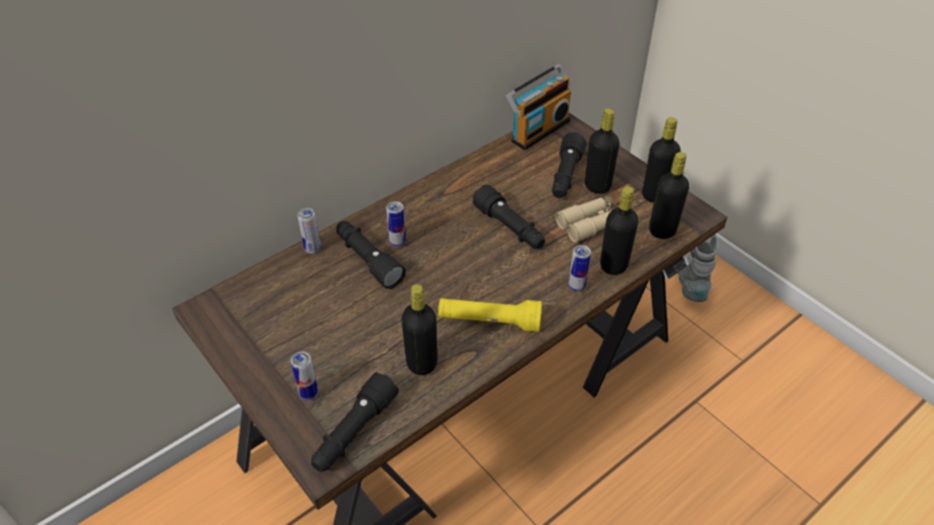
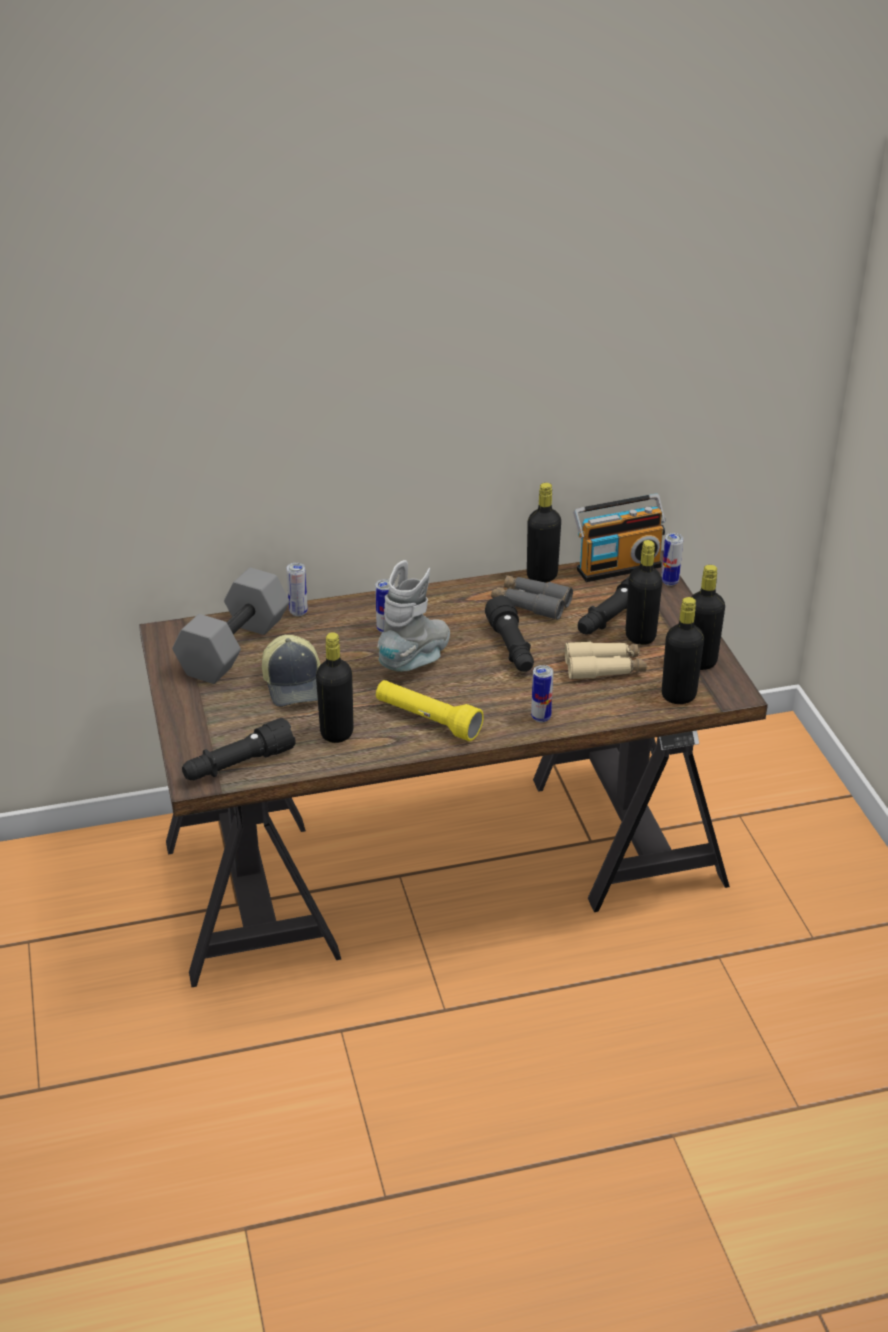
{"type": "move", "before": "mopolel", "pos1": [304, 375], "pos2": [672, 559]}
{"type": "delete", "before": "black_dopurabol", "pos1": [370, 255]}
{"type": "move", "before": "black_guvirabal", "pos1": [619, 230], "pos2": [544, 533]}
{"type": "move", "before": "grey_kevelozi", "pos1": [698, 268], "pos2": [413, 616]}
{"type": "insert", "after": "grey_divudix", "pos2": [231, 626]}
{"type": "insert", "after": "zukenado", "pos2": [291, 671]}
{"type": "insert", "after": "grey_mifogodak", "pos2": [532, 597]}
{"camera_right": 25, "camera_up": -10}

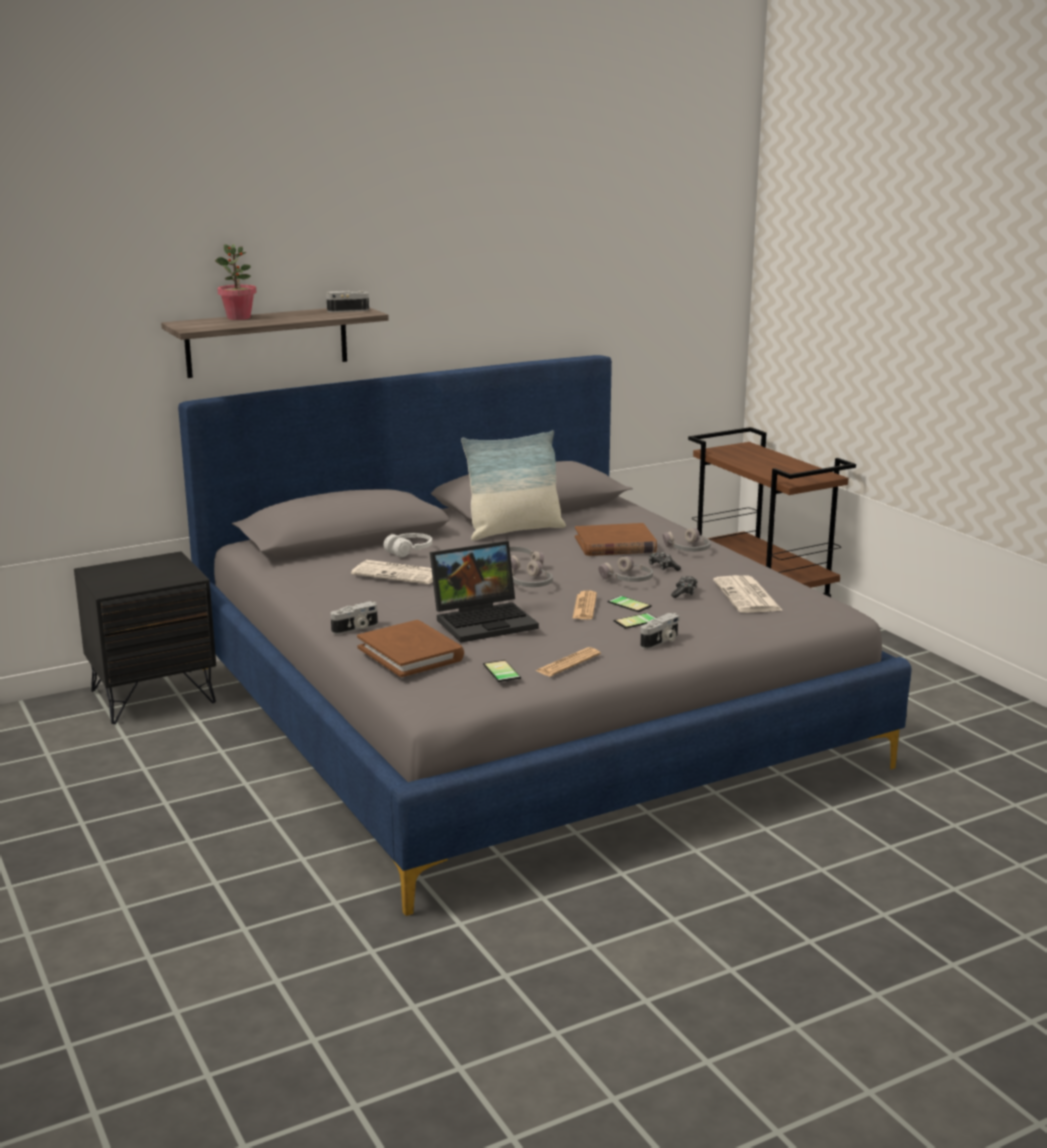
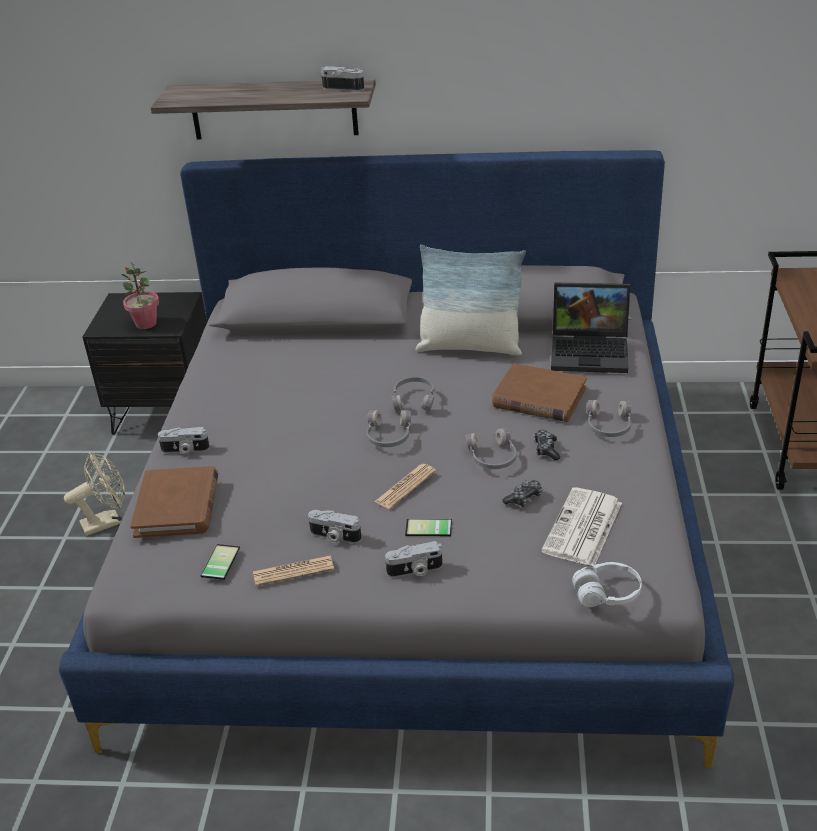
{"type": "move", "before": "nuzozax", "pos1": [236, 282], "pos2": [140, 295]}
{"type": "delete", "before": "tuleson", "pos1": [392, 572]}
{"type": "move", "before": "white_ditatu", "pos1": [407, 545], "pos2": [607, 584]}
{"type": "move", "before": "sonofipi", "pos1": [484, 592], "pos2": [590, 328]}
{"type": "delete", "before": "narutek", "pos1": [629, 604]}
{"type": "insert", "after": "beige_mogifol", "pos2": [94, 494]}
{"type": "insert", "after": "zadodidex", "pos2": [335, 526]}
{"camera_right": 35, "camera_up": 15}

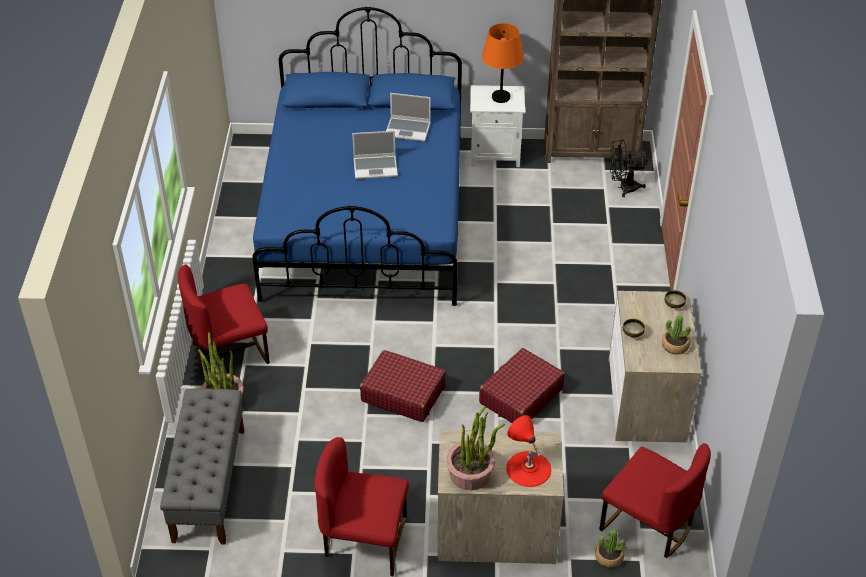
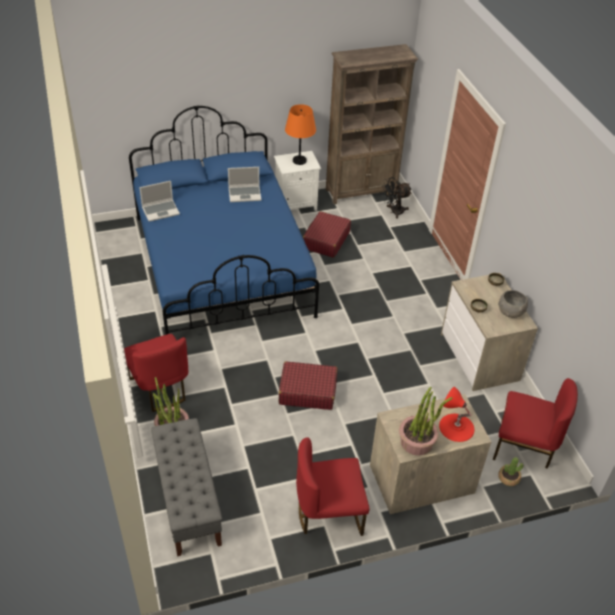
{"type": "rotate", "before": "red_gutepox", "pos1": [224, 319], "pos2": [156, 373], "turn": -75}
{"type": "move", "before": "sonofipi", "pos1": [375, 155], "pos2": [159, 201]}
{"type": "move", "before": "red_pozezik", "pos1": [522, 385], "pos2": [327, 234]}
{"type": "replace", "before": "nuzozax", "after": "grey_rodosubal", "pos1": [676, 335], "pos2": [513, 304]}
{"camera_right": -20, "camera_up": 0}

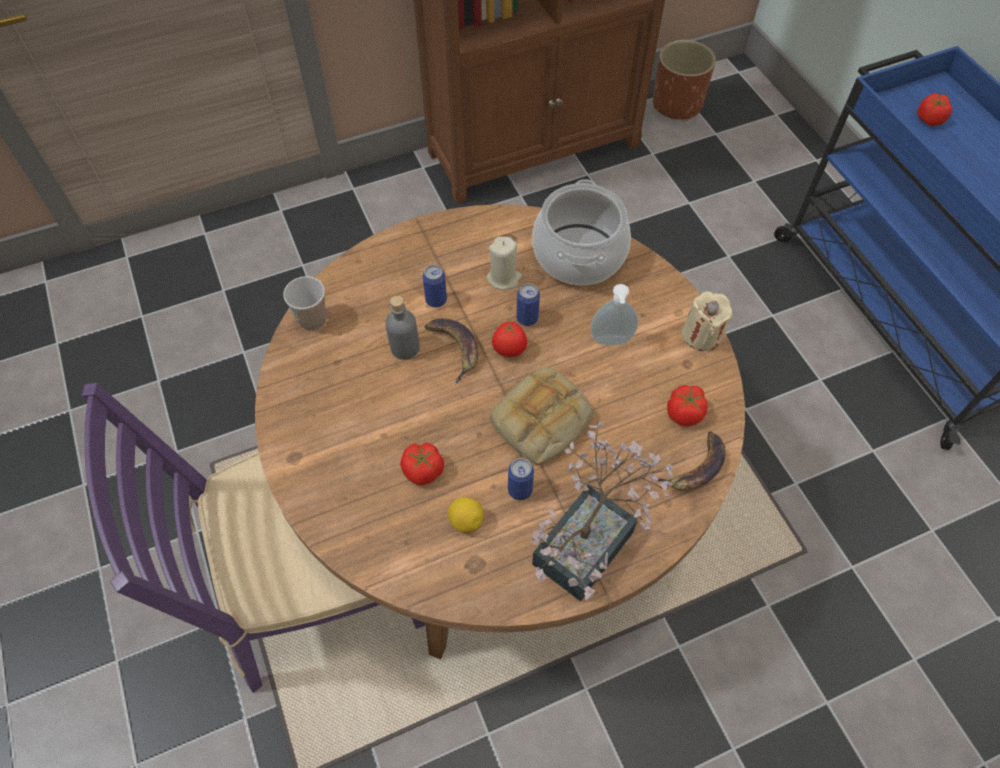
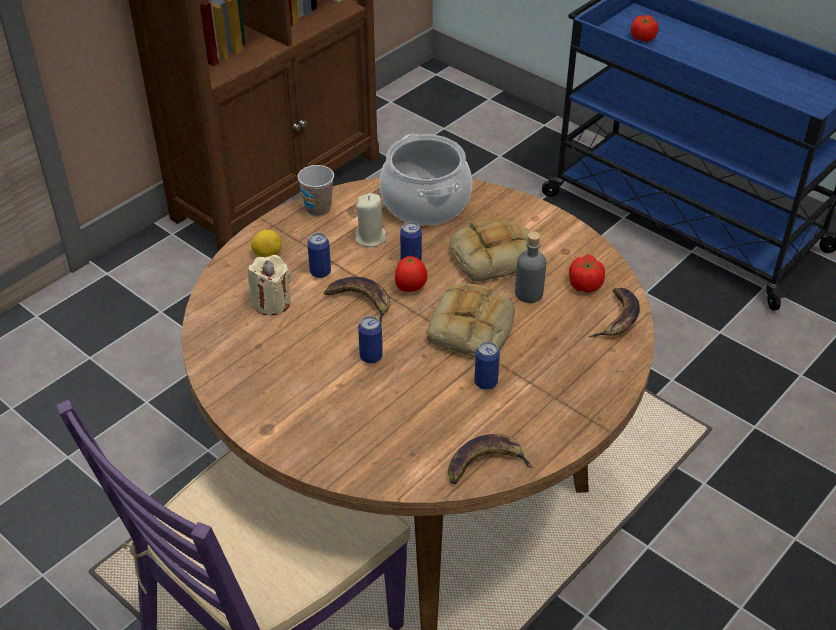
{"type": "move", "before": "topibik", "pos1": [304, 303], "pos2": [316, 191]}
{"type": "move", "before": "grey_guvirabal", "pos1": [402, 328], "pos2": [530, 267]}
{"type": "delete", "before": "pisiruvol", "pos1": [422, 463]}
{"type": "move", "before": "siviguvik", "pos1": [466, 515], "pos2": [266, 243]}
{"type": "delete", "before": "nuzozax", "pos1": [602, 511]}
{"type": "replace", "before": "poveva", "after": "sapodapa", "pos1": [614, 315], "pos2": [490, 250]}
{"type": "delete", "before": "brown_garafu", "pos1": [684, 80]}
{"type": "move", "before": "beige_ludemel", "pos1": [707, 321], "pos2": [269, 285]}
{"type": "insert", "after": "mopolel", "pos2": [370, 340]}
{"type": "insert", "after": "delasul", "pos2": [491, 459]}
{"camera_right": -25, "camera_up": -15}

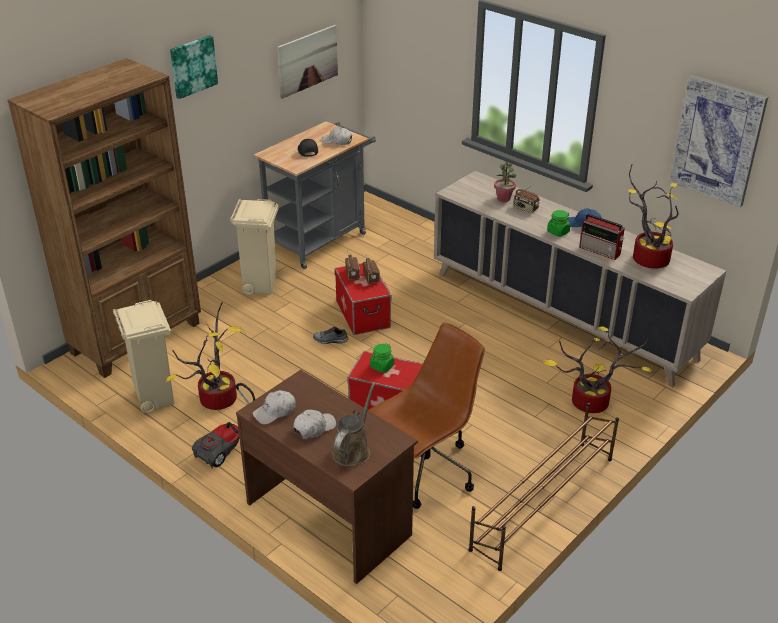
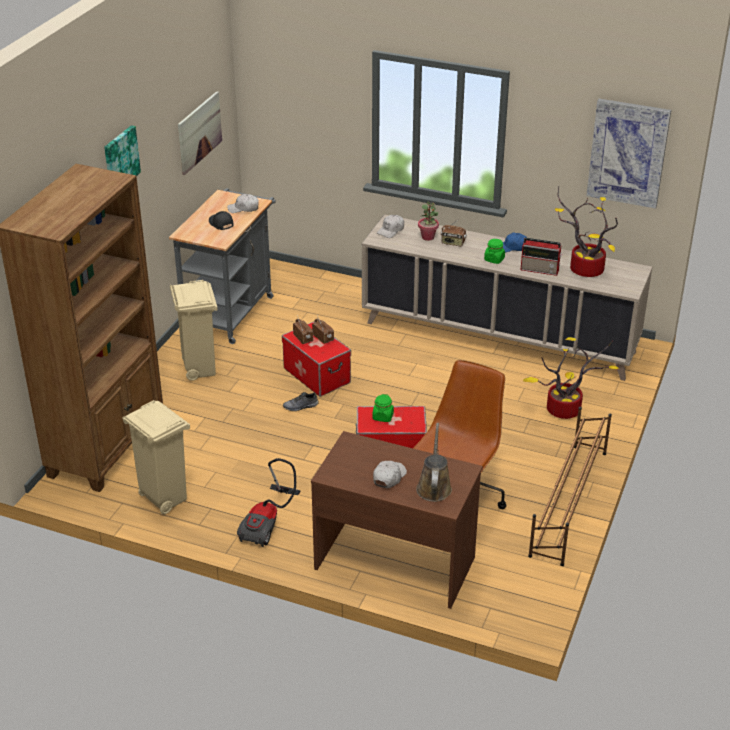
{"type": "delete", "before": "nuzozax", "pos1": [205, 356]}
{"type": "move", "before": "white_zukenado", "pos1": [274, 407], "pos2": [390, 226]}
{"camera_right": -20, "camera_up": 0}

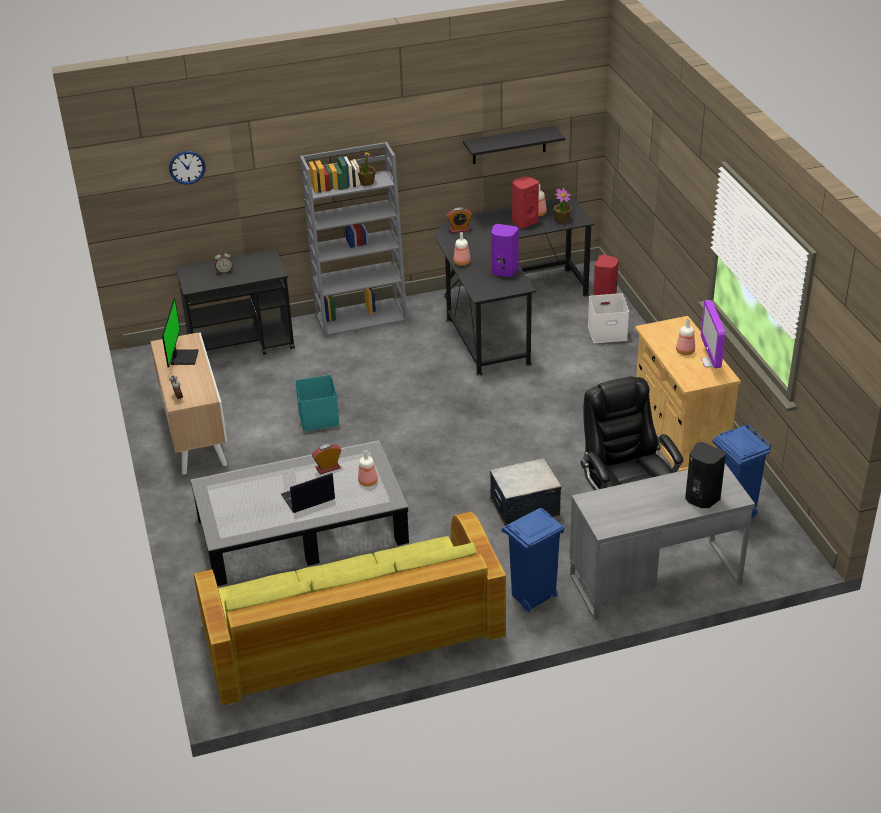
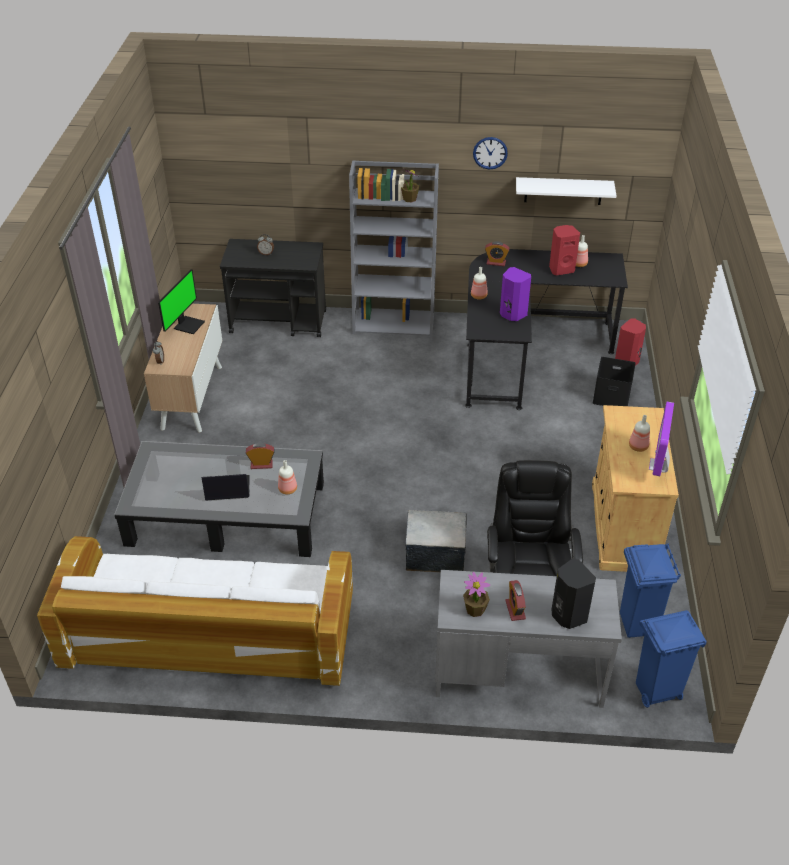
{"type": "move", "before": "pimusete", "pos1": [187, 167], "pos2": [490, 153]}
{"type": "recolor", "before": "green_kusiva", "after": "white_kusiva", "pos1": [350, 609], "pos2": [195, 611]}
{"type": "delete", "before": "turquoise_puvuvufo", "pos1": [317, 403]}
{"type": "recolor", "before": "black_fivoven", "after": "white_fivoven", "pos1": [514, 145], "pos2": [566, 191]}
{"type": "move", "before": "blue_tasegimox", "pos1": [533, 560], "pos2": [671, 659]}
{"type": "move", "before": "nuzozax", "pos1": [562, 205], "pos2": [476, 594]}
{"type": "recolor", "before": "white_puvuvufo", "after": "black_puvuvufo", "pos1": [608, 318], "pos2": [614, 381]}
{"type": "insert", "after": "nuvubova", "pos2": [515, 600]}
{"camera_right": 20, "camera_up": 5}

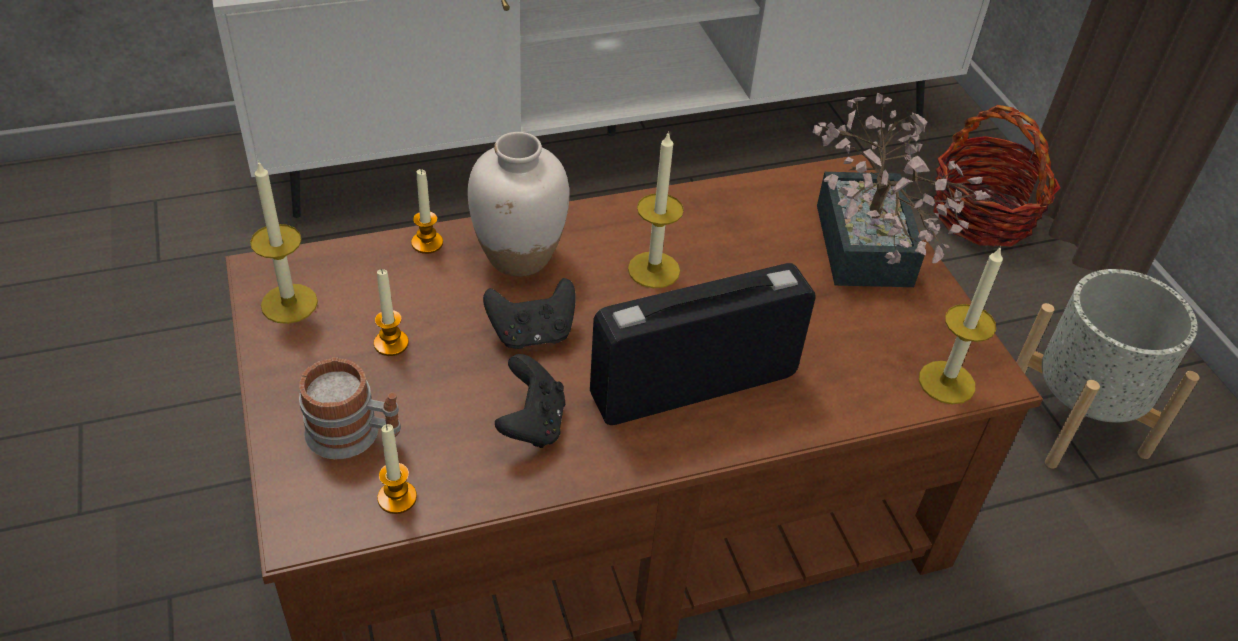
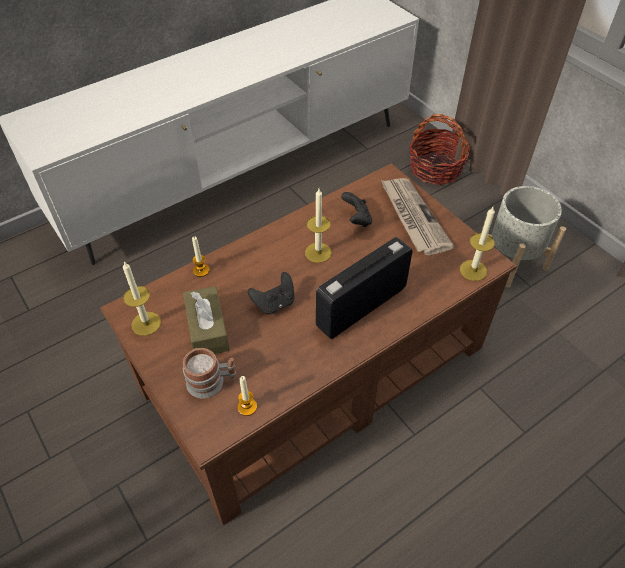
{"type": "replace", "before": "ludemel", "after": "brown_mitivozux", "pos1": [391, 312], "pos2": [206, 320]}
{"type": "delete", "before": "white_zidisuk", "pos1": [518, 204]}
{"type": "move", "before": "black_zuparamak", "pos1": [530, 401], "pos2": [356, 209]}
{"type": "replace", "before": "nuzozax", "after": "tuleson", "pos1": [901, 189], "pos2": [418, 216]}
{"camera_right": -15, "camera_up": 5}

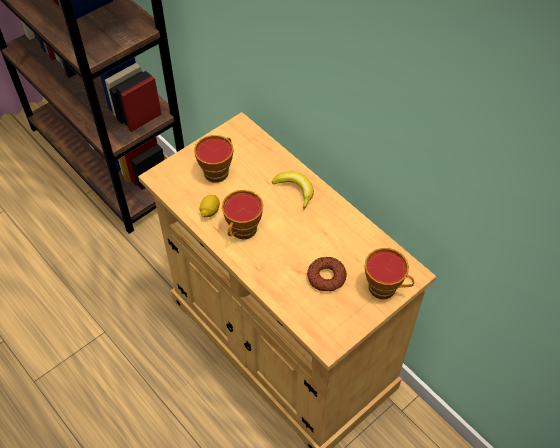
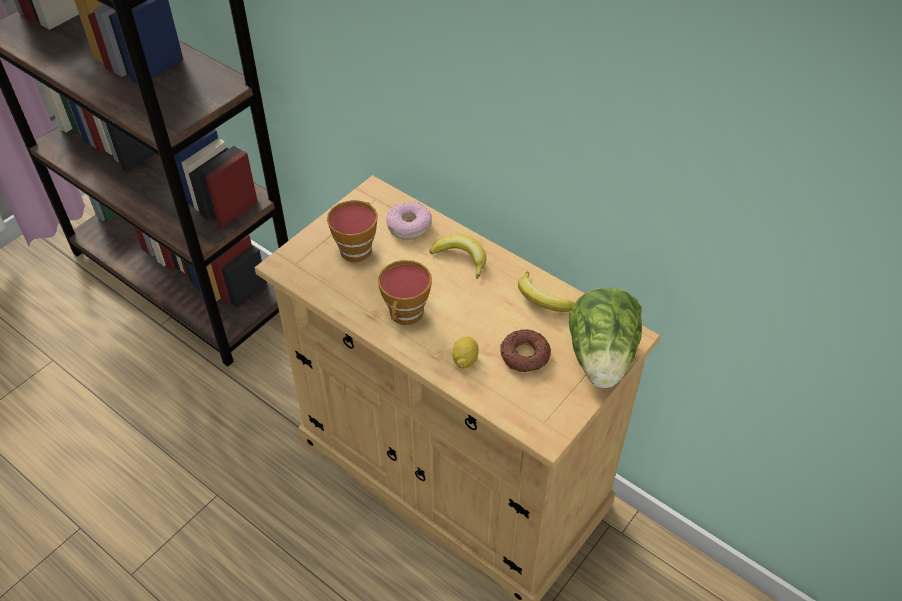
{"type": "move", "before": "siviguvik", "pos1": [210, 206], "pos2": [466, 353]}
{"type": "replace", "before": "topibik", "after": "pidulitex", "pos1": [389, 273], "pos2": [605, 337]}
{"type": "insert", "after": "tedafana", "pos2": [409, 221]}
{"type": "insert", "after": "delasul", "pos2": [546, 292]}
{"camera_right": -10, "camera_up": -5}

